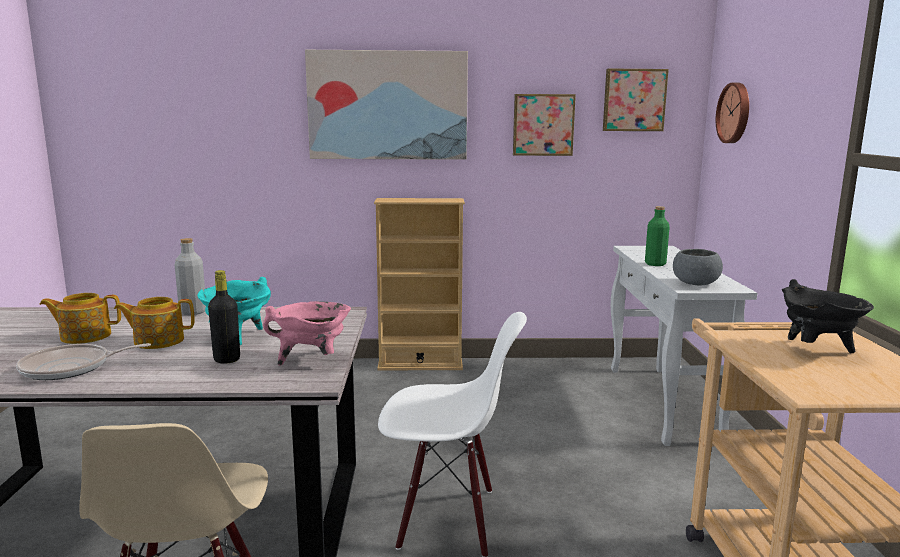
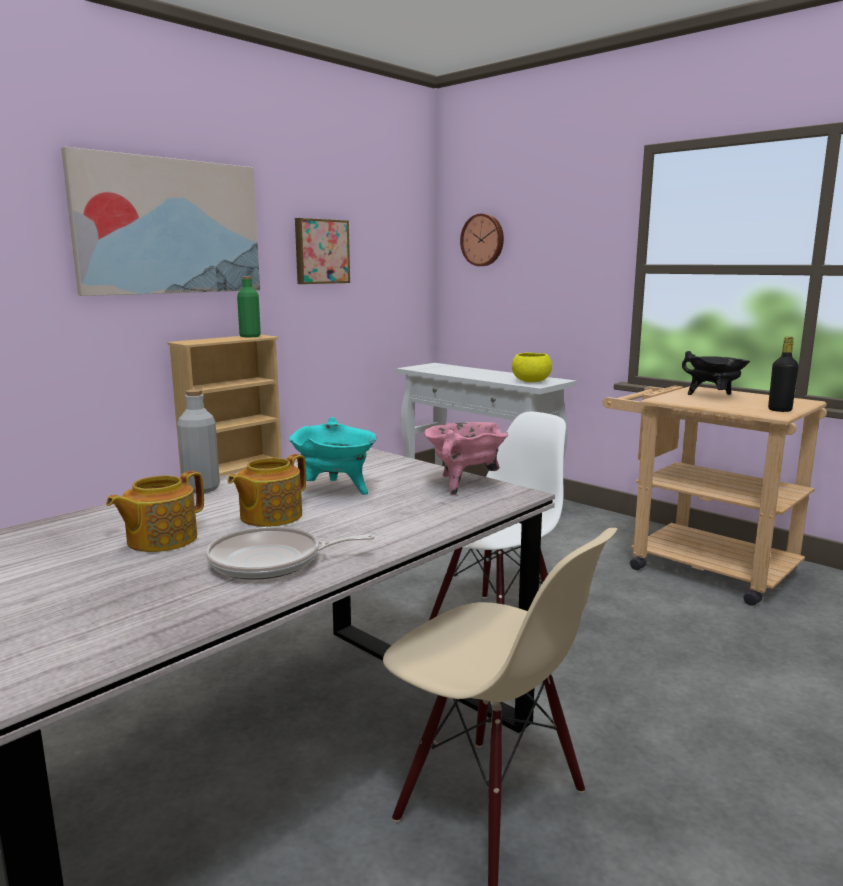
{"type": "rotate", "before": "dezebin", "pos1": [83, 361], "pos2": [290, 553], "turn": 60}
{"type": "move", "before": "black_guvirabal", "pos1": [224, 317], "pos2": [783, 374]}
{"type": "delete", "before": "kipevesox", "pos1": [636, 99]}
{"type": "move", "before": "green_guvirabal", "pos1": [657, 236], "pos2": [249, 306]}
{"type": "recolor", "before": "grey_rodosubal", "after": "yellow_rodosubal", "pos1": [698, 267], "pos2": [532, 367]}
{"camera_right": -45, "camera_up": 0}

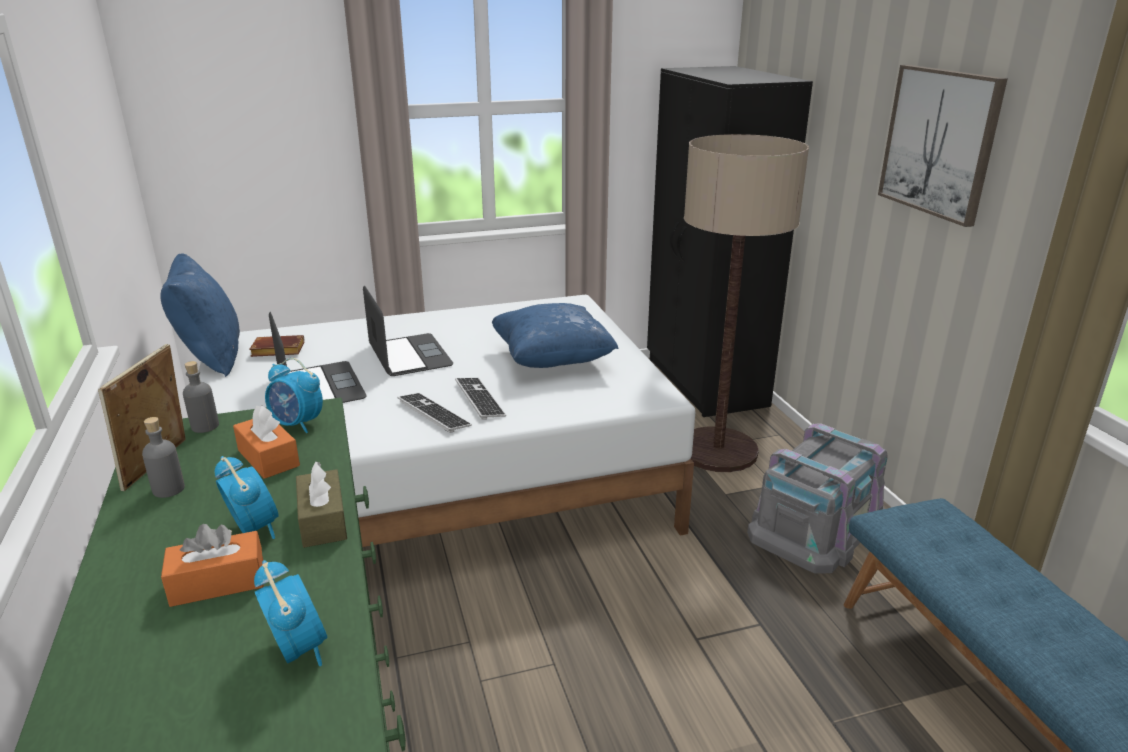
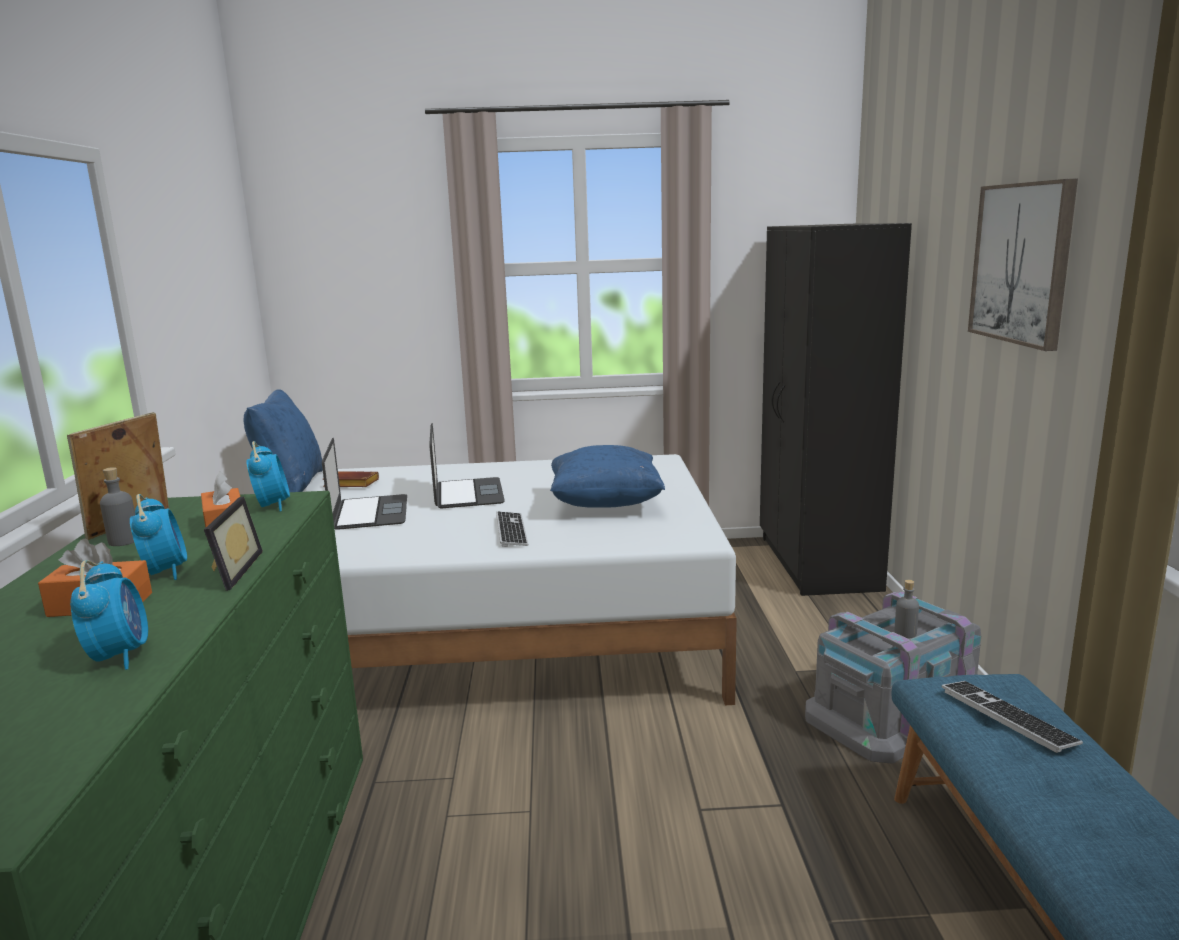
{"type": "move", "before": "grey_guvirabal", "pos1": [201, 397], "pos2": [906, 609]}
{"type": "rotate", "before": "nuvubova", "pos1": [294, 395], "pos2": [268, 476], "turn": -150}
{"type": "replace", "before": "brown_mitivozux", "after": "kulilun", "pos1": [321, 505], "pos2": [233, 544]}
{"type": "move", "before": "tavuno", "pos1": [435, 413], "pos2": [1012, 717]}
{"type": "delete", "before": "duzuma", "pos1": [746, 303]}
{"camera_right": 15, "camera_up": -10}

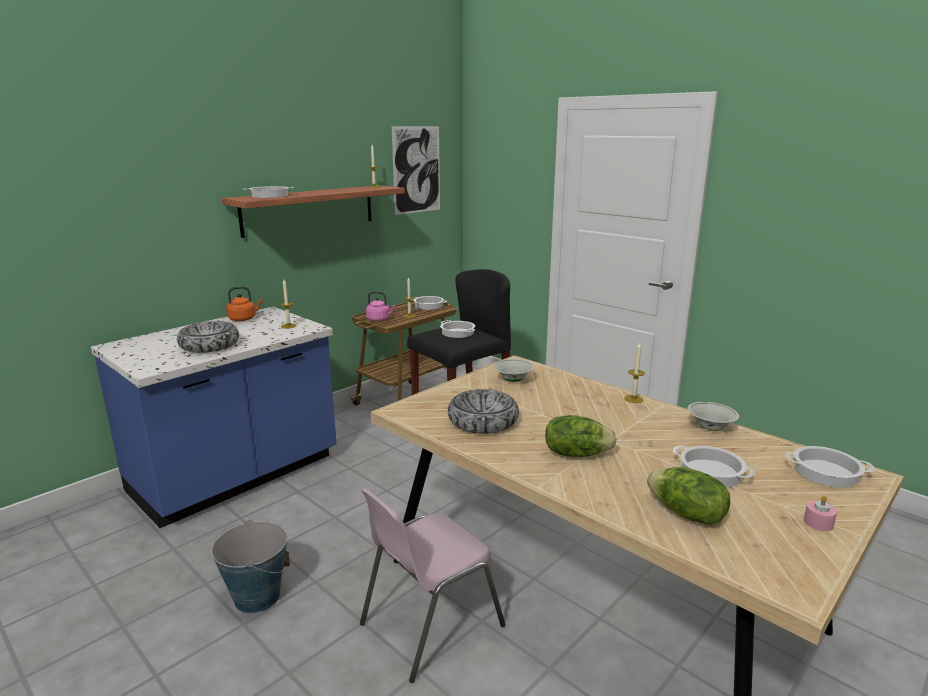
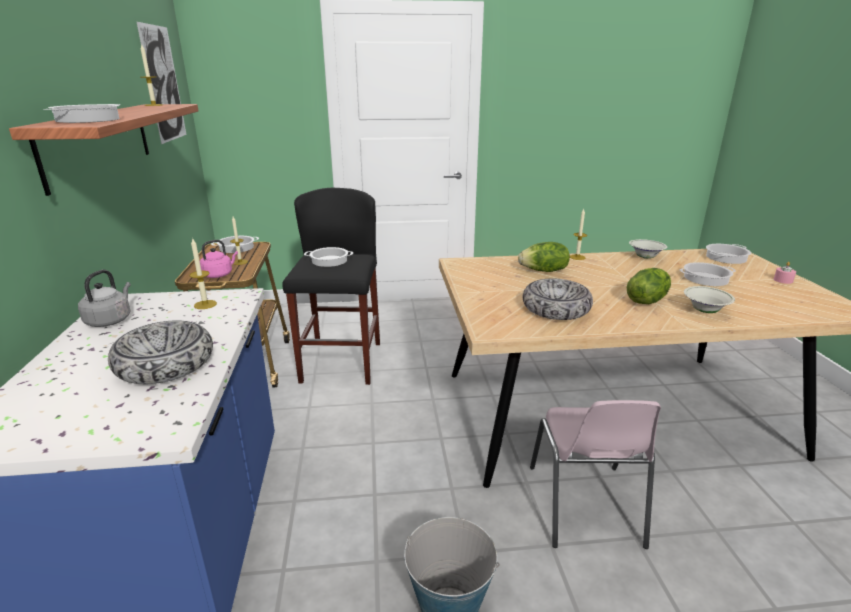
{"type": "recolor", "before": "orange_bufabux", "after": "grey_bufabux", "pos1": [244, 303], "pos2": [104, 298]}
{"type": "move", "before": "white_rodosubal", "pos1": [513, 370], "pos2": [709, 299]}
{"type": "move", "before": "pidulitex", "pos1": [688, 496], "pos2": [544, 257]}
{"camera_right": -50, "camera_up": 5}

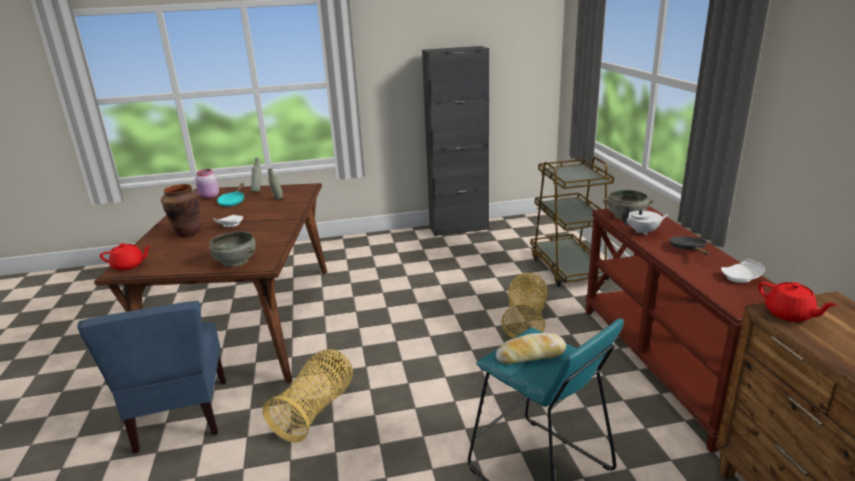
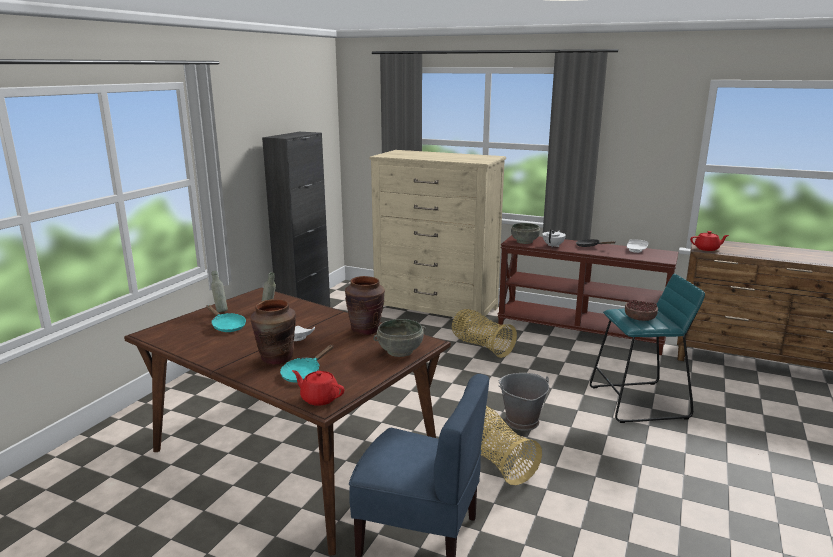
{"type": "rotate", "before": "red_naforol", "pos1": [125, 257], "pos2": [318, 388], "turn": -90}
{"type": "delete", "before": "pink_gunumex", "pos1": [207, 184]}
{"type": "replace", "before": "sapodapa", "after": "rodosubal", "pos1": [531, 348], "pos2": [641, 310]}
{"type": "replace", "before": "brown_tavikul", "after": "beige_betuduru", "pos1": [572, 222], "pos2": [437, 239]}
{"type": "insert", "after": "turquoise_dezebin", "pos2": [307, 363]}
{"type": "insert", "after": "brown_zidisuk", "pos2": [365, 305]}
{"type": "insert", "after": "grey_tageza", "pos2": [523, 402]}
{"camera_right": -55, "camera_up": -5}

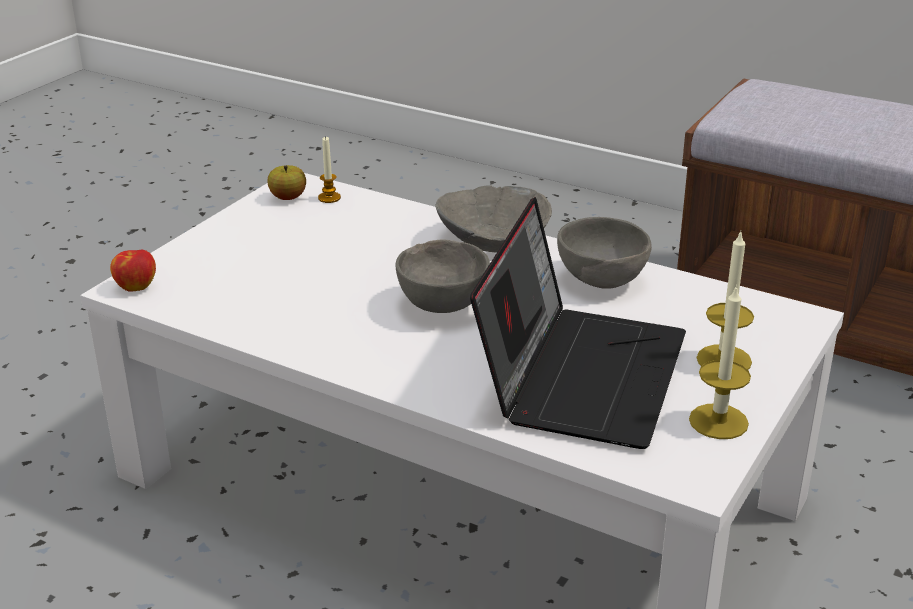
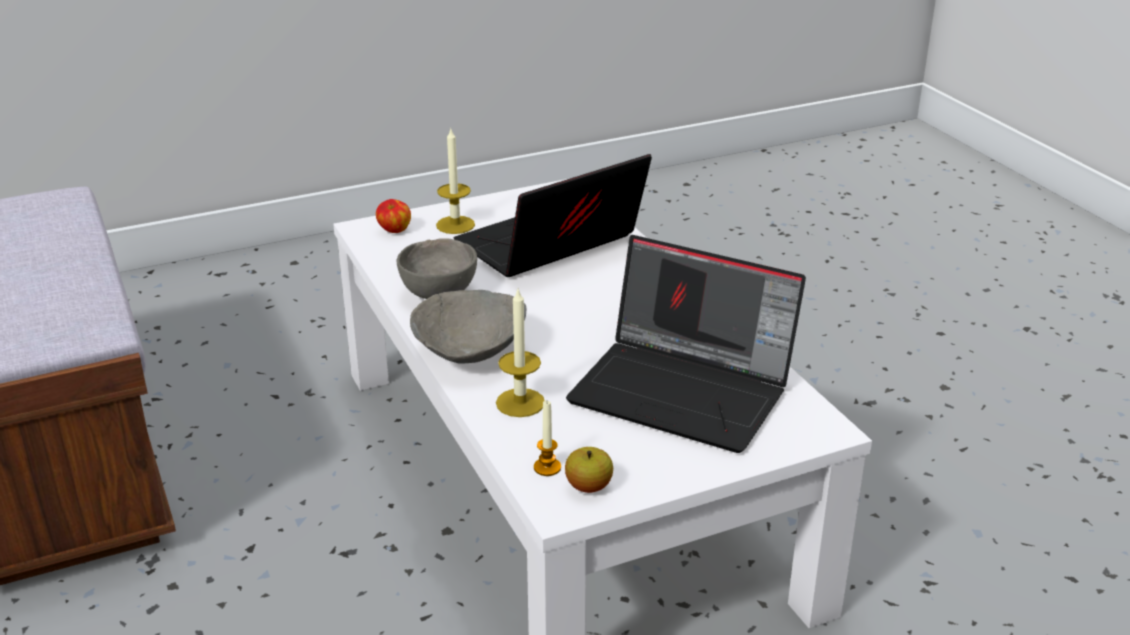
{"type": "move", "before": "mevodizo", "pos1": [133, 271], "pos2": [393, 216]}
{"type": "delete", "before": "grey_rodosubal", "pos1": [442, 276]}
{"type": "move", "before": "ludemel", "pos1": [720, 362], "pos2": [520, 353]}
{"type": "insert", "after": "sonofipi", "pos2": [686, 344]}
{"camera_right": -145, "camera_up": 0}

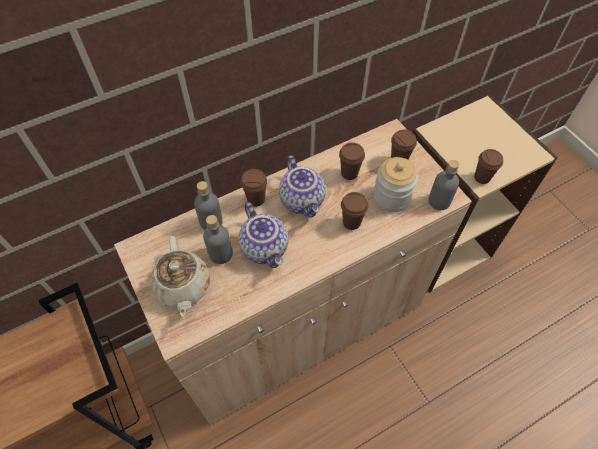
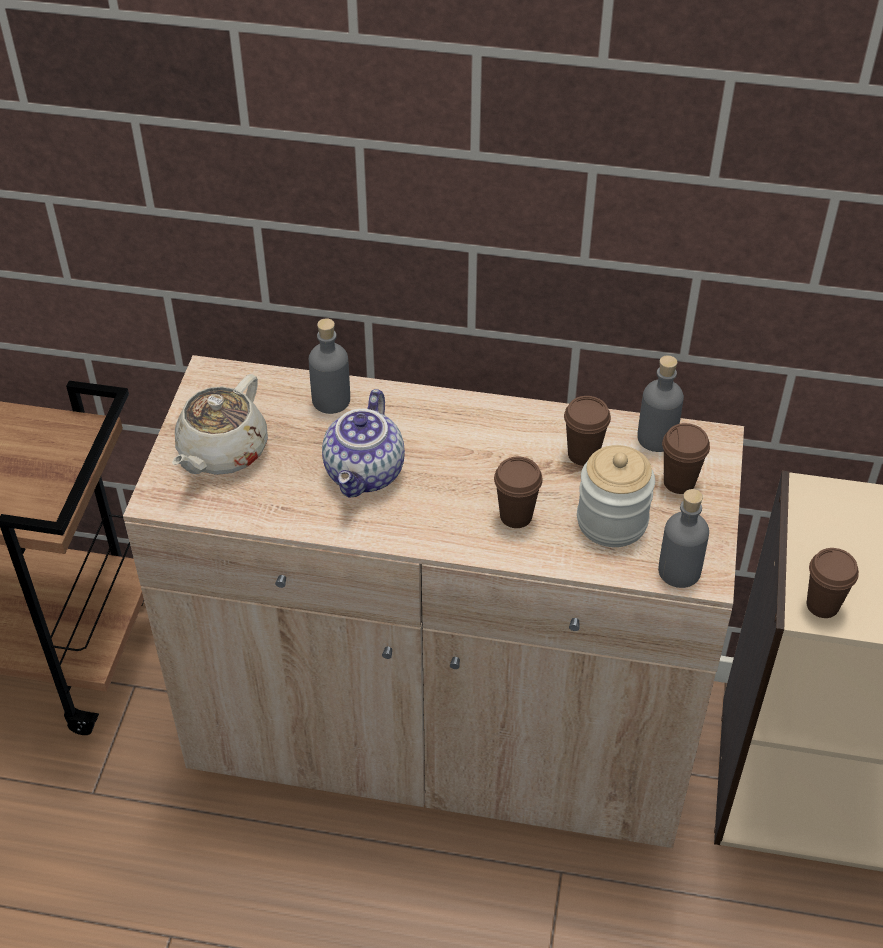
{"type": "move", "before": "grey_guvirabal", "pos1": [218, 239], "pos2": [660, 403]}
{"type": "delete", "before": "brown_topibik", "pos1": [254, 188]}
{"type": "delete", "before": "naforol", "pos1": [302, 186]}
{"camera_right": 40, "camera_up": -10}

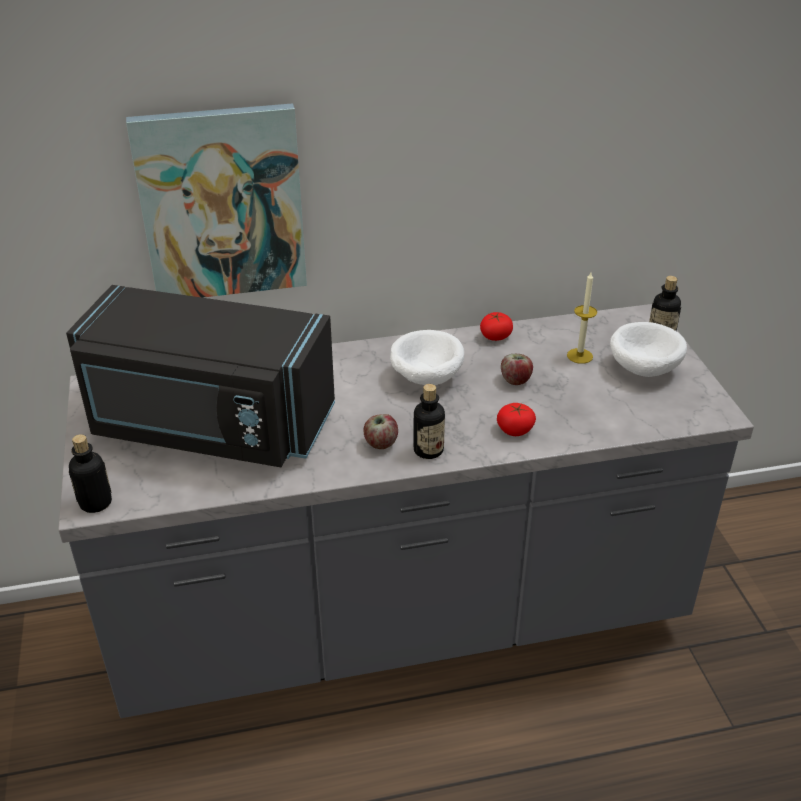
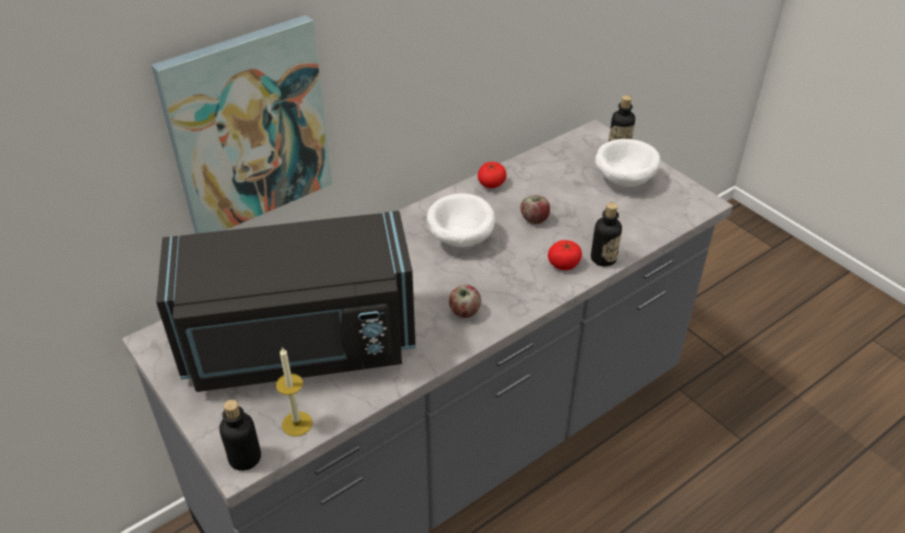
{"type": "move", "before": "guvirabal", "pos1": [429, 421], "pos2": [606, 234]}
{"type": "move", "before": "ludemel", "pos1": [582, 318], "pos2": [294, 391]}
{"camera_right": -25, "camera_up": 5}

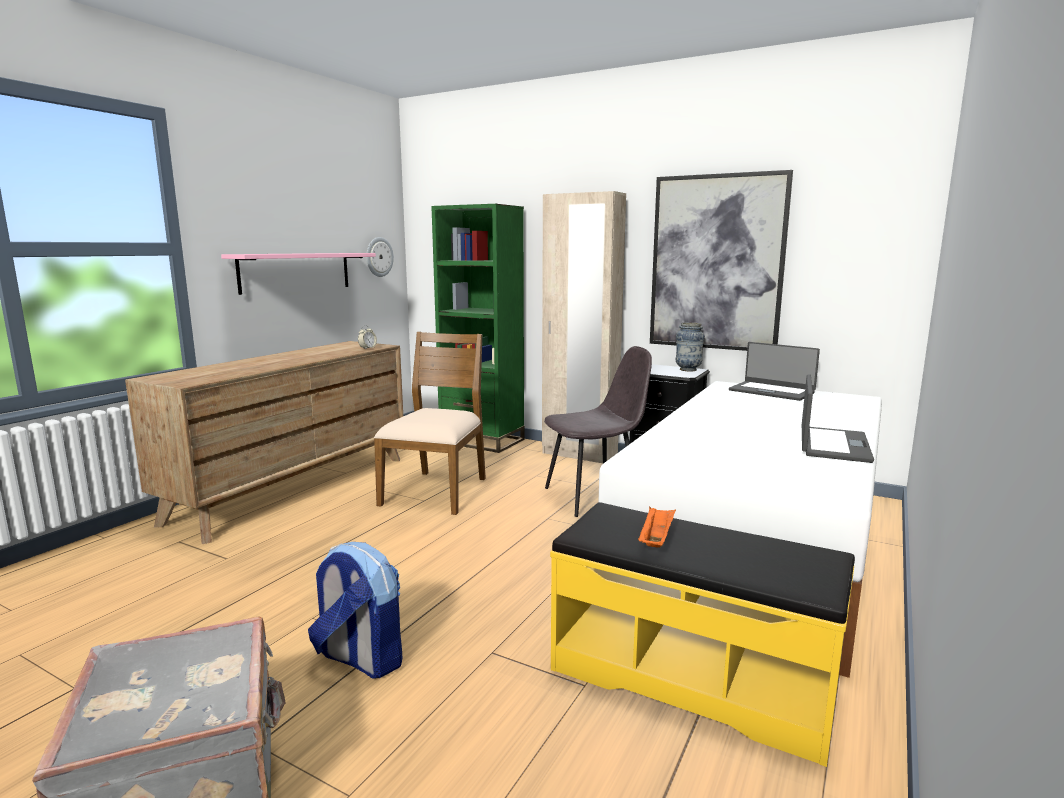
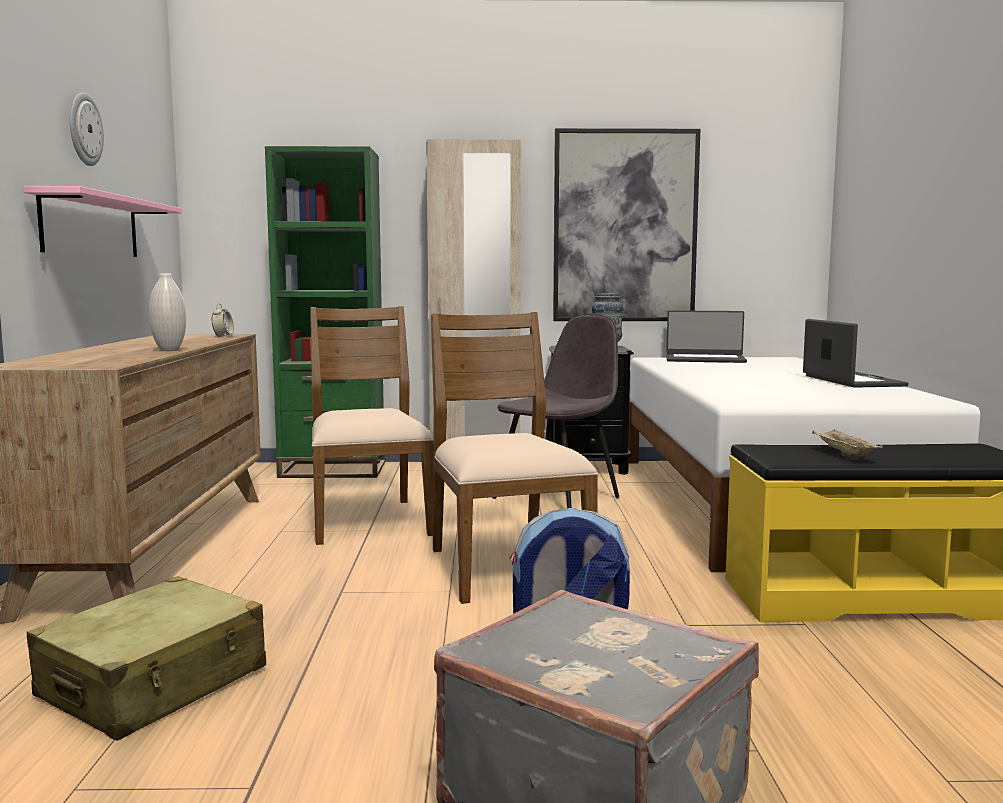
{"type": "move", "before": "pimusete", "pos1": [380, 257], "pos2": [87, 129]}
{"type": "recolor", "before": "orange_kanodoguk", "after": "beige_kanodoguk", "pos1": [657, 527], "pos2": [847, 444]}
{"type": "insert", "after": "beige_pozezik", "pos2": [146, 658]}
{"type": "insert", "after": "white_zidisuk", "pos2": [167, 312]}
{"type": "insert", "after": "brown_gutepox", "pos2": [514, 458]}
{"camera_right": -30, "camera_up": -5}

